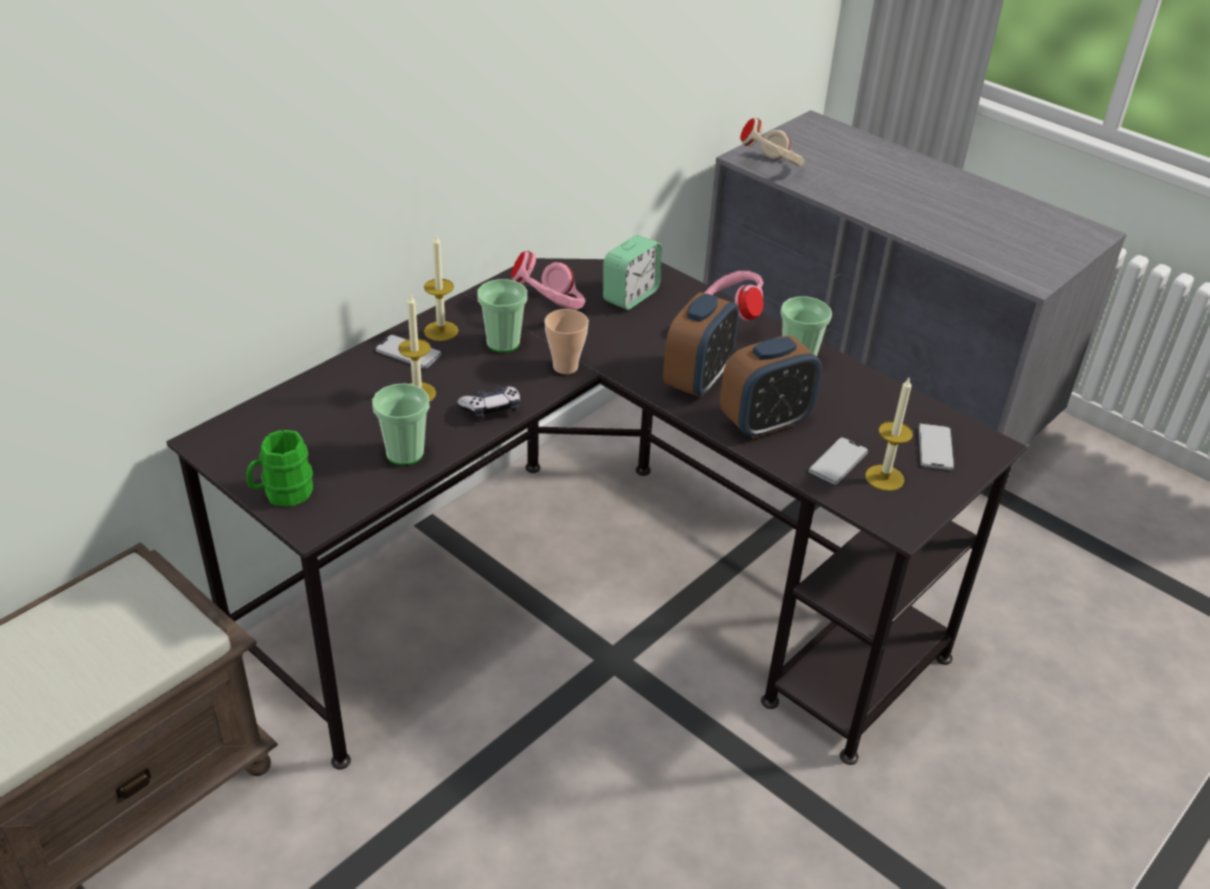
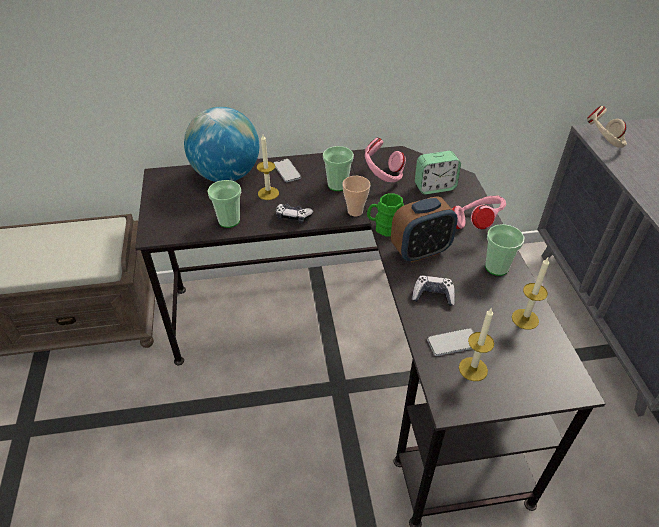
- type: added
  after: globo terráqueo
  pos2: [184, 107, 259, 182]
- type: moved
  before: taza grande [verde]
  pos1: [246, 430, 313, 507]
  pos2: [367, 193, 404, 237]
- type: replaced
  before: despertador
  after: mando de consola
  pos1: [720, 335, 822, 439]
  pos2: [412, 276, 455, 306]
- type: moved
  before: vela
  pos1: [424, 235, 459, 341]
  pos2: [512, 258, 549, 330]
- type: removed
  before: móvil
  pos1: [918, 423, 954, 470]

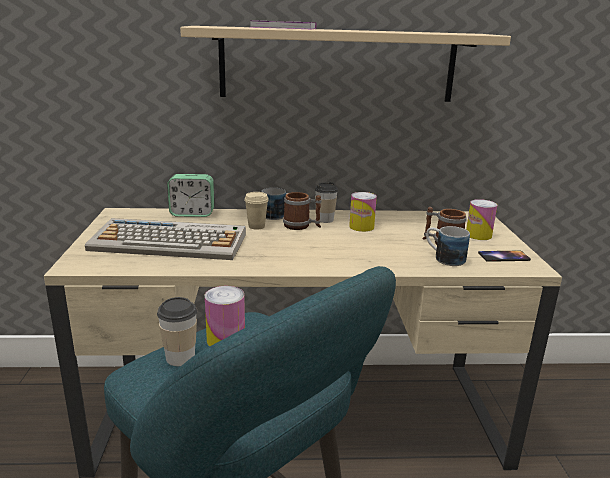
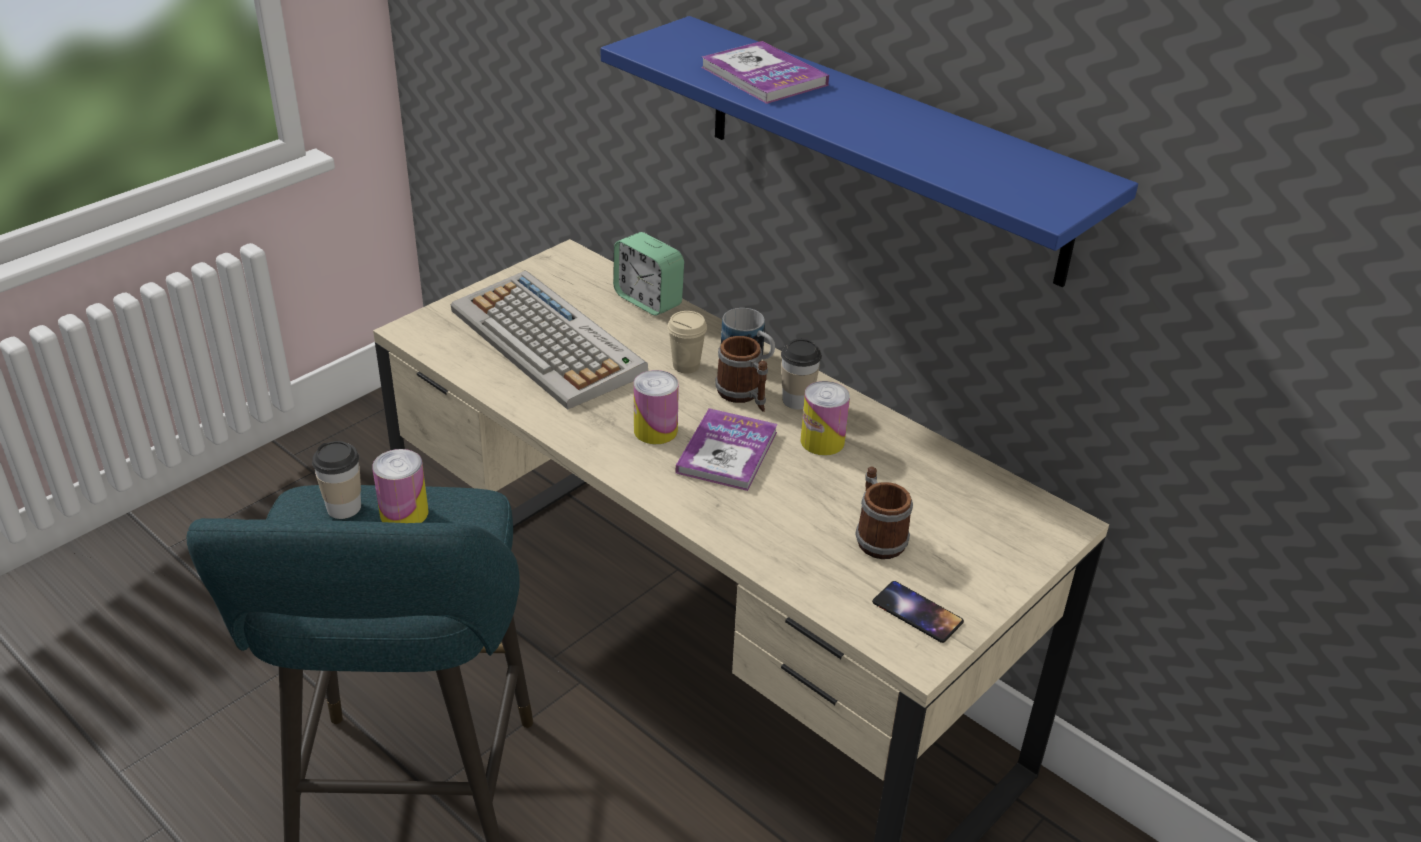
- type: recoloured
  before: estante [beis]
  after: estante [azul]
  pos1: [180, 26, 511, 102]
  pos2: [601, 16, 1138, 287]
- type: moved
  before: lata
  pos1: [466, 199, 497, 240]
  pos2: [634, 370, 679, 444]
- type: added
  after: libro
  pos2: [676, 408, 778, 491]
- type: removed
  before: taza grande
  pos1: [426, 226, 470, 266]

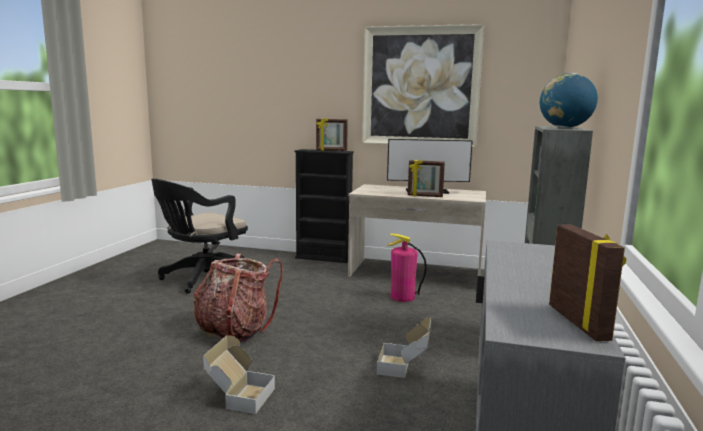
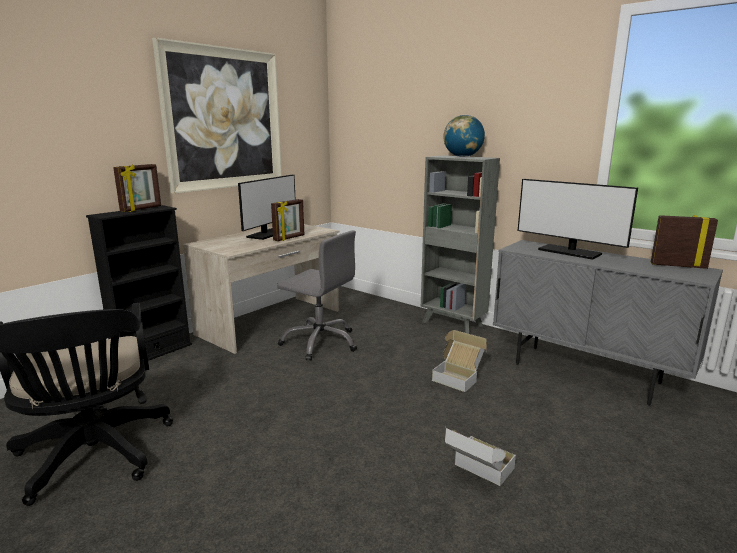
- type: replaced
  before: extintor
  after: silla de oficina [gris]
  pos1: [388, 233, 427, 302]
  pos2: [277, 230, 357, 361]
- type: added
  after: monitor
  pos2: [518, 179, 638, 260]
- type: removed
  before: mochila
  pos1: [193, 253, 283, 342]

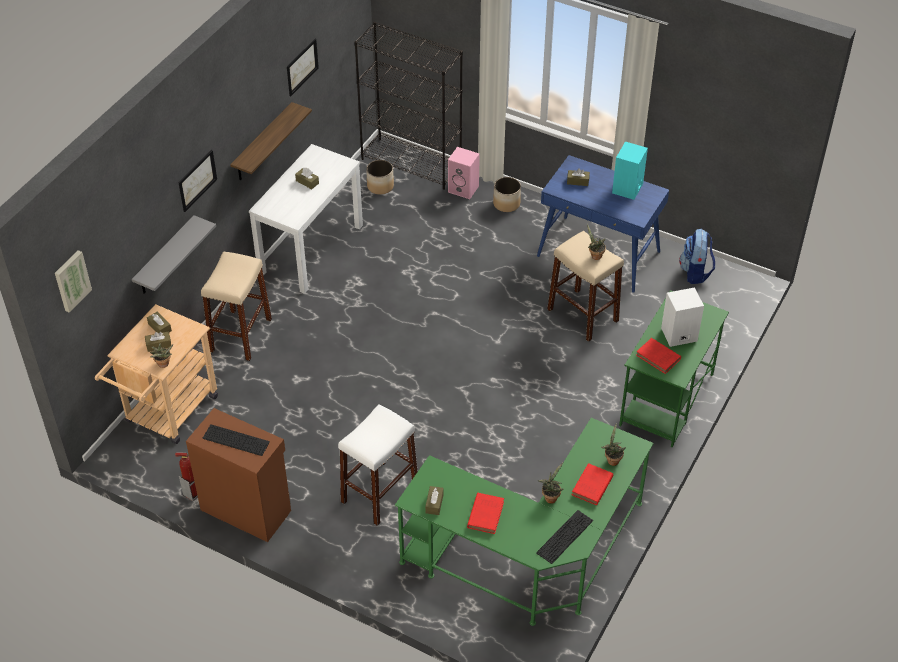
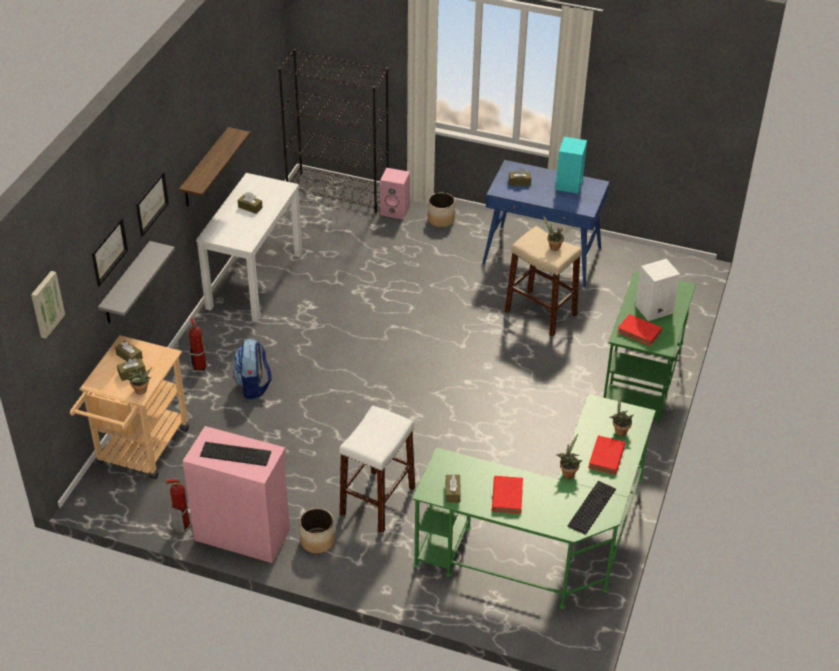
- type: moved
  before: cuadro
  pos1: [287, 39, 319, 96]
  pos2: [92, 217, 128, 286]
- type: recoloured
  before: armario [marrón]
  after: armario [rosa]
  pos1: [186, 408, 291, 542]
  pos2: [183, 426, 290, 563]
- type: replaced
  before: taburete [beis]
  after: extintor
  pos1: [201, 251, 272, 361]
  pos2: [189, 317, 208, 373]
- type: moved
  before: mochila
  pos1: [679, 229, 715, 284]
  pos2: [233, 338, 272, 399]
- type: moved
  before: maceta
  pos1: [366, 160, 394, 195]
  pos2: [299, 508, 335, 554]

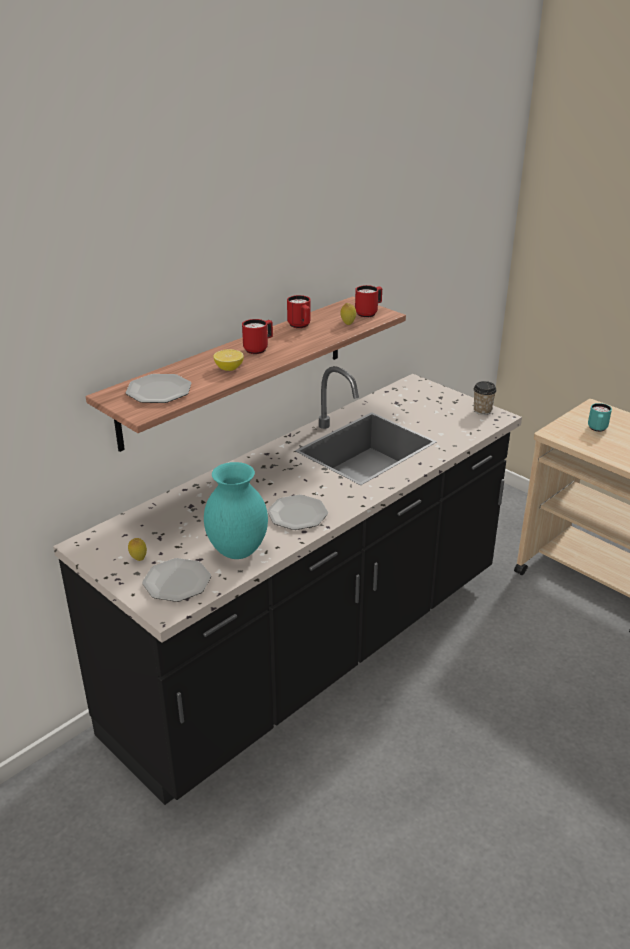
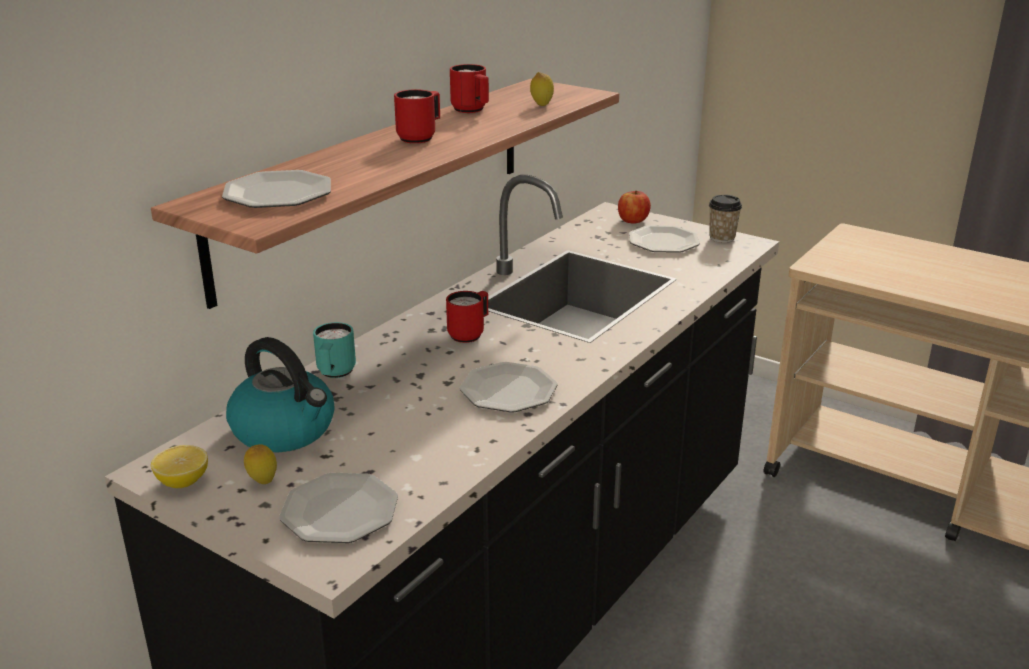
- type: moved
  before: limón
  pos1: [213, 349, 244, 371]
  pos2: [151, 445, 208, 488]
- type: added
  after: hervidor
  pos2: [226, 337, 334, 452]
- type: moved
  before: taza grande [turquesa]
  pos1: [588, 403, 612, 432]
  pos2: [313, 322, 356, 378]
- type: moved
  before: taza grande [rojo]
  pos1: [355, 285, 382, 318]
  pos2: [446, 291, 488, 343]
- type: added
  after: manzana
  pos2: [618, 190, 651, 224]
- type: added
  after: plato
  pos2: [629, 225, 700, 253]
- type: removed
  before: florero [turquesa]
  pos1: [204, 462, 268, 559]

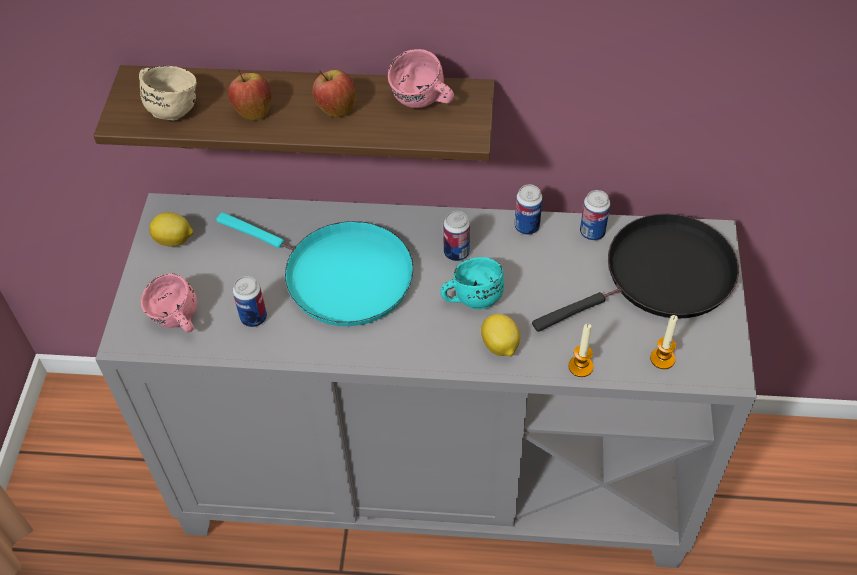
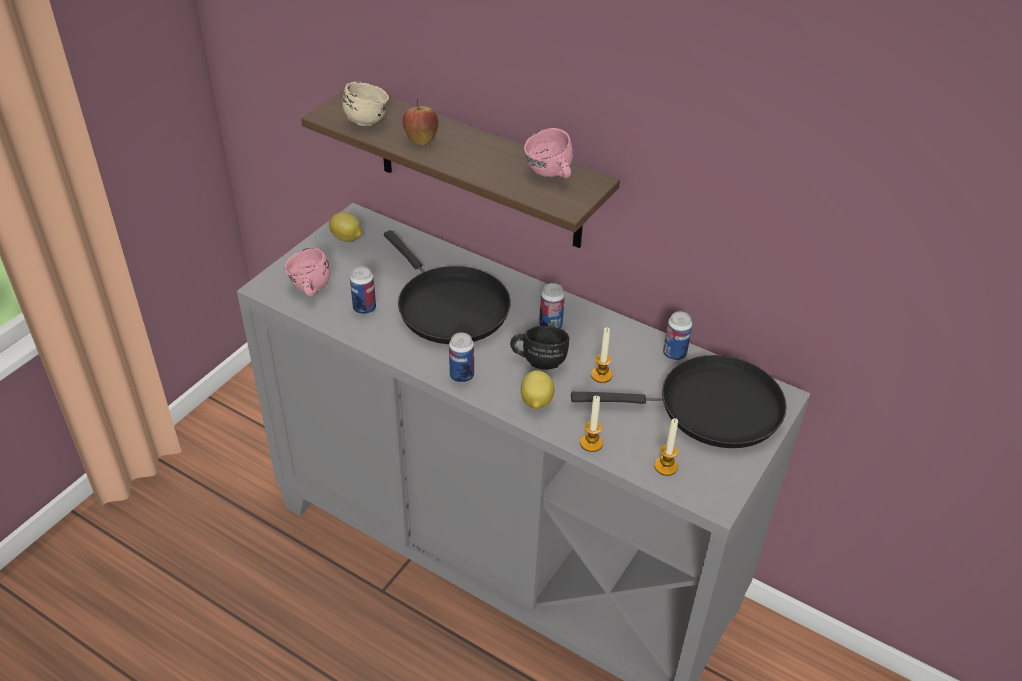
- type: recoloured
  before: sartén [turquesa]
  after: sartén [negro]
  pos1: [216, 212, 414, 326]
  pos2: [384, 230, 511, 344]
- type: moved
  before: lata
  pos1: [514, 184, 543, 235]
  pos2: [449, 333, 474, 383]
- type: recoloured
  before: taza grande [turquesa]
  after: taza grande [negro]
  pos1: [440, 257, 504, 309]
  pos2: [510, 326, 570, 370]
- type: added
  after: vela
  pos2: [591, 327, 613, 383]
- type: removed
  before: manzana
  pos1: [312, 69, 356, 117]

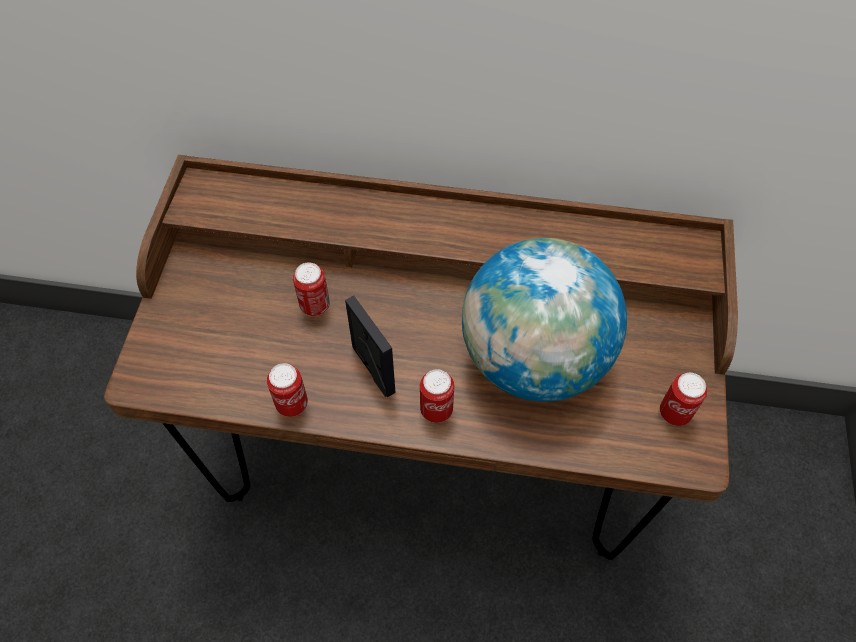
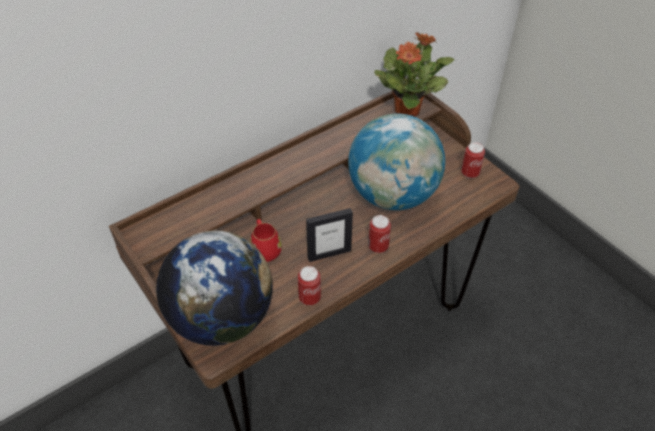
- type: added
  after: globo terráqueo
  pos2: [156, 231, 272, 346]
- type: replaced
  before: lata
  after: taza grande [rojo]
  pos1: [293, 262, 330, 316]
  pos2: [250, 219, 282, 262]
- type: turned
  before: portarretratos
  pos1: [345, 296, 396, 397]
  pos2: [306, 208, 353, 262]
  turn: 150
- type: added
  after: planta en maceta
  pos2: [374, 32, 454, 117]

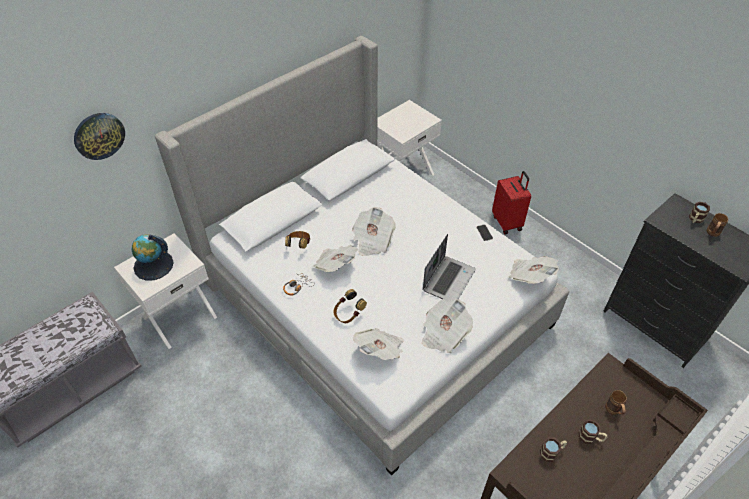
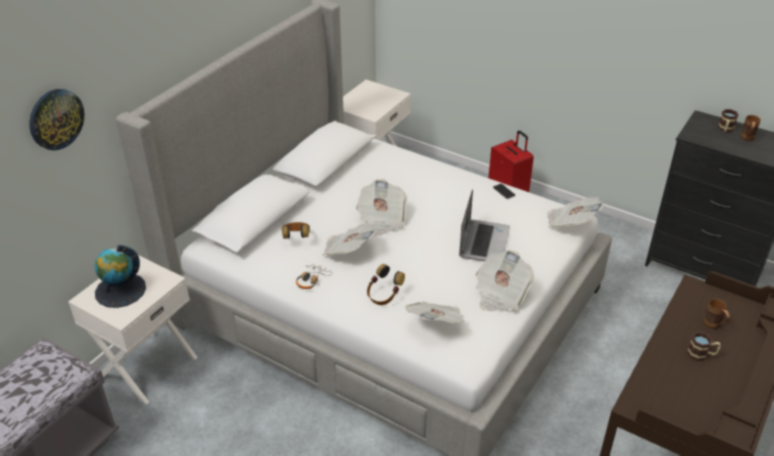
- type: removed
  before: taza grande
  pos1: [540, 437, 567, 462]

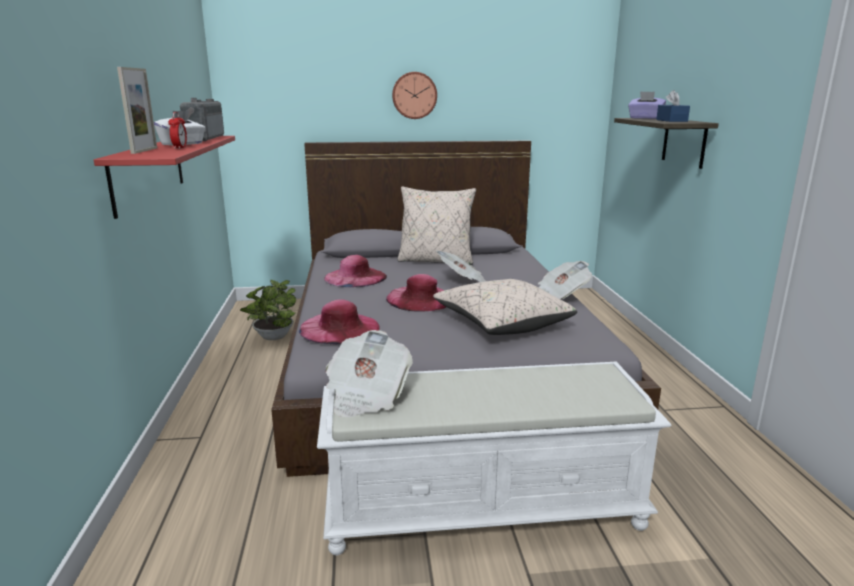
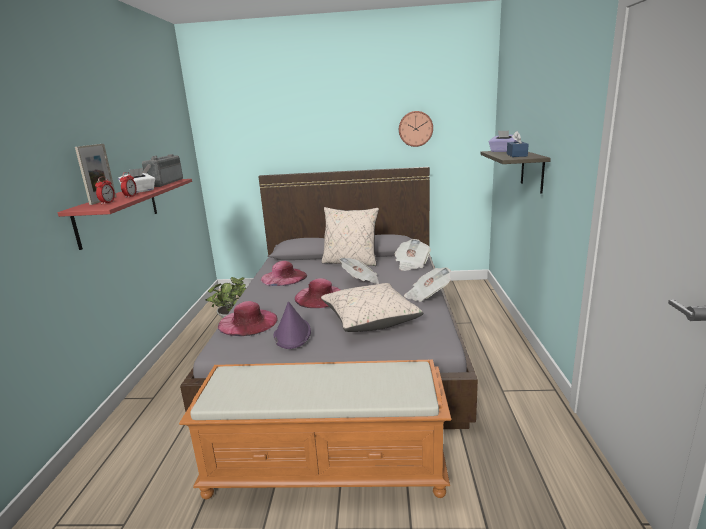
- type: added
  after: despertador
  pos2: [95, 177, 115, 204]
- type: recoloured
  before: banco [blanco]
  after: banco [naranja]
  pos1: [317, 362, 671, 555]
  pos2: [179, 359, 451, 499]
- type: added
  after: sombrero [morado]
  pos2: [274, 302, 311, 349]
- type: moved
  before: periódico
  pos1: [325, 330, 413, 417]
  pos2: [394, 239, 431, 271]
- type: moved
  before: reloj de pared
  pos1: [392, 72, 437, 119]
  pos2: [399, 111, 433, 147]

